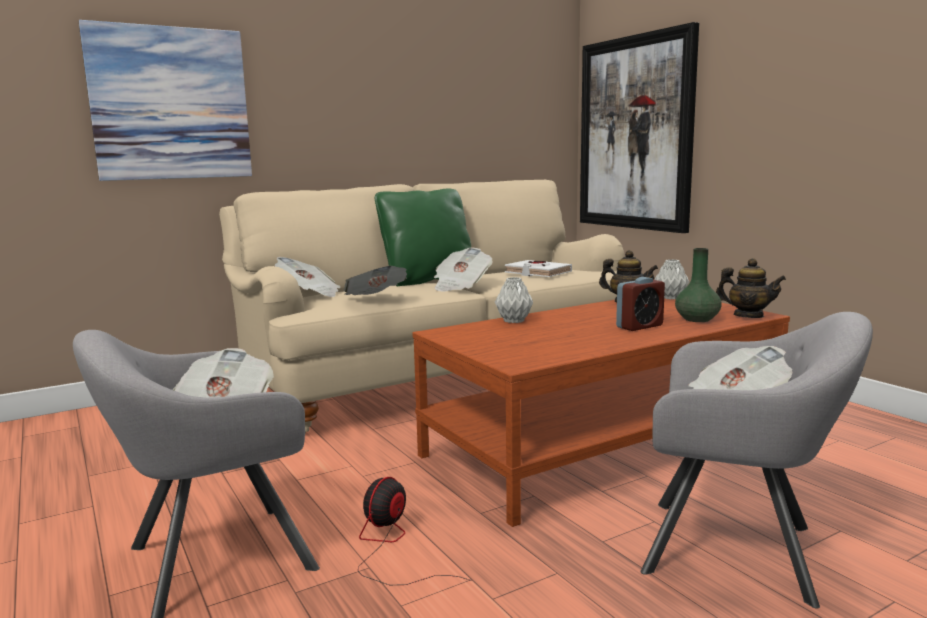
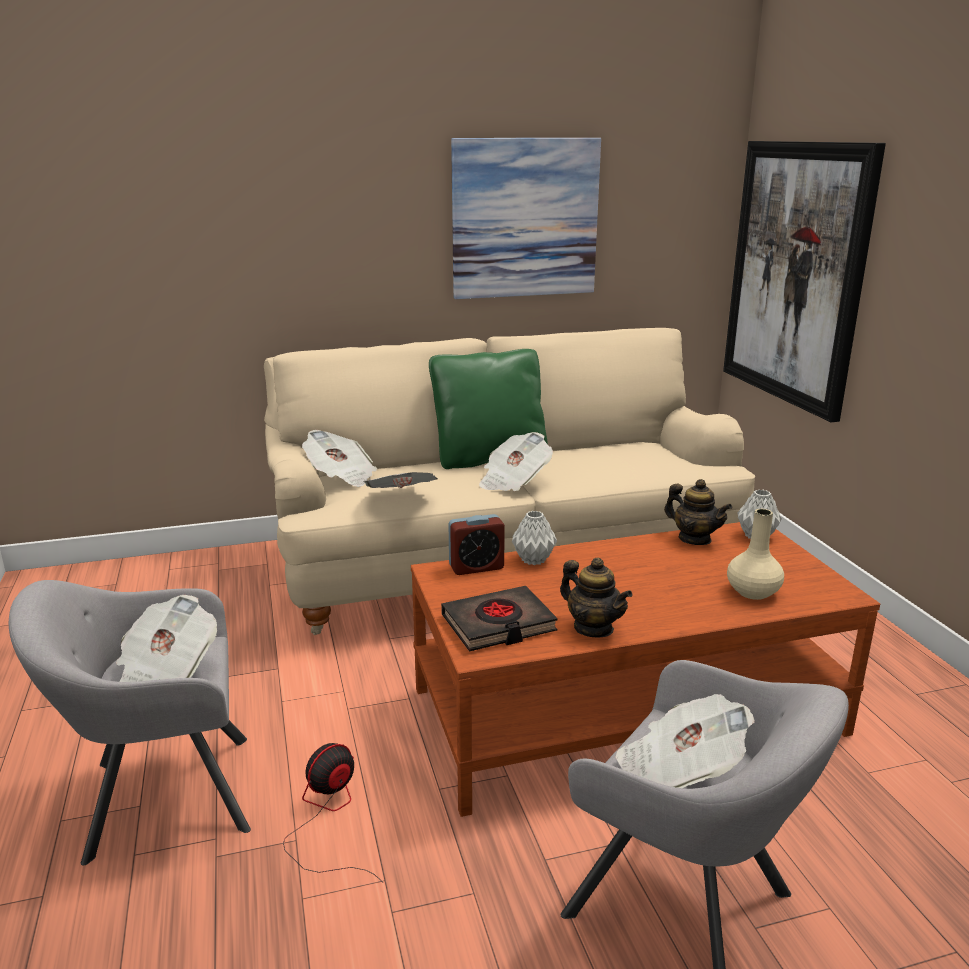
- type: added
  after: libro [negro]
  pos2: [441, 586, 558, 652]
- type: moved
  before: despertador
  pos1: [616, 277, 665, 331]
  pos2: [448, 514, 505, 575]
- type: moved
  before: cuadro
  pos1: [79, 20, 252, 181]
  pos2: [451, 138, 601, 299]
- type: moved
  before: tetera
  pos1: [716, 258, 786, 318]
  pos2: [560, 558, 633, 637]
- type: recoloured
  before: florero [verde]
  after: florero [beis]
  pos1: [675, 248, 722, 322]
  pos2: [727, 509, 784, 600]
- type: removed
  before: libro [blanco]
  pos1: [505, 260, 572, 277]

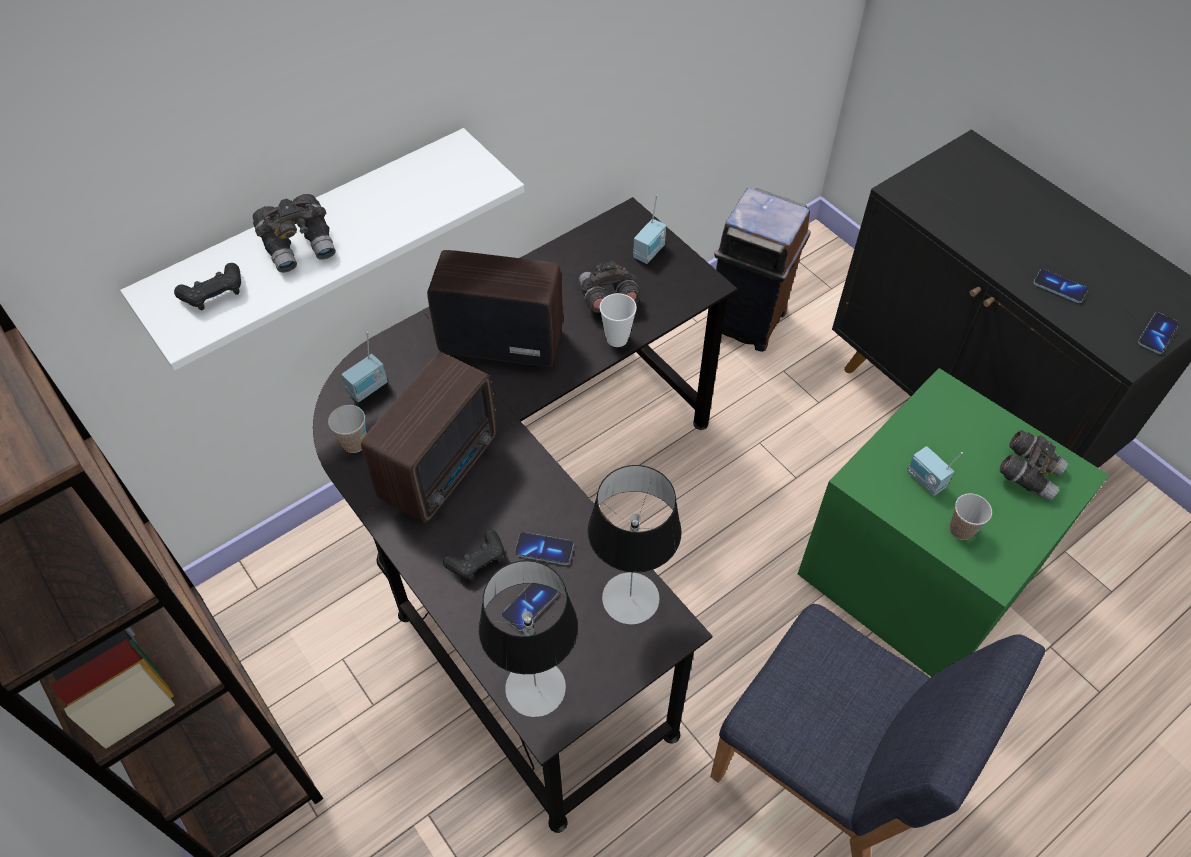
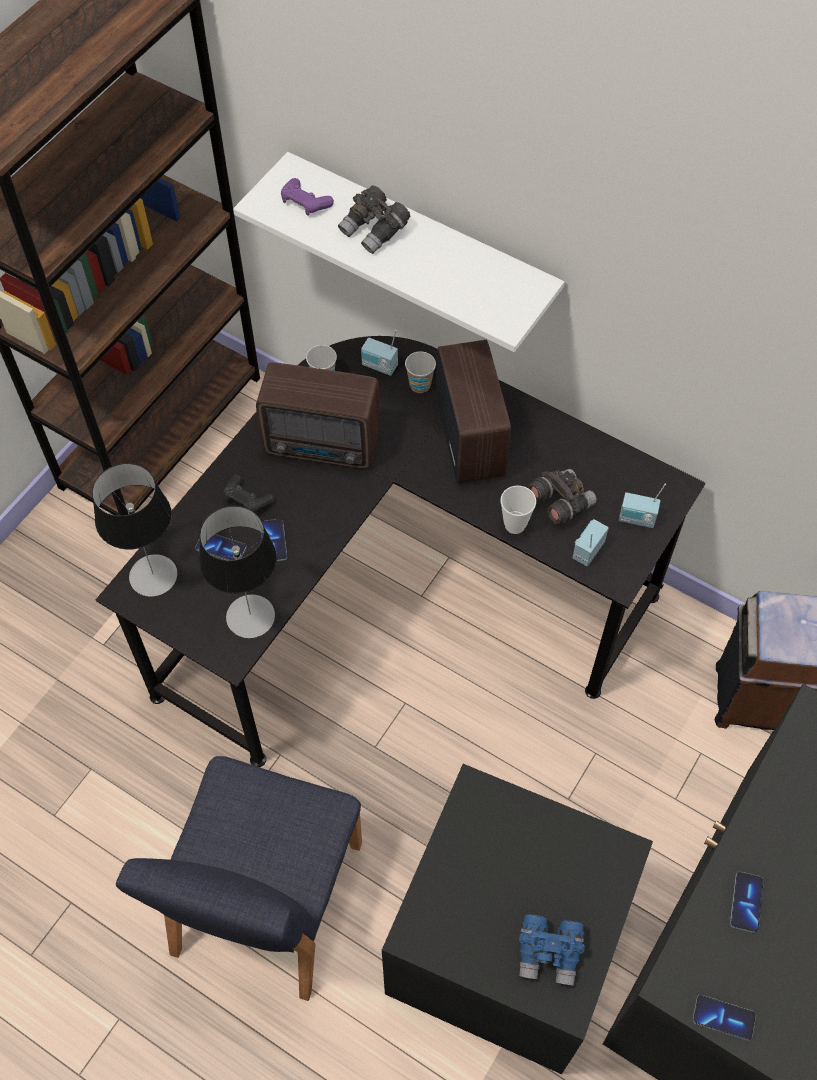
- type: recoloured
  before: mando de consola [negro]
  after: mando de consola [morado]
  pos1: [174, 263, 241, 310]
  pos2: [281, 178, 334, 216]
- type: recoloured
  before: caja de almacenaje [verde]
  after: caja de almacenaje [negro]
  pos1: [798, 368, 1109, 677]
  pos2: [382, 764, 653, 1074]
- type: moved
  before: taza
  pos1: [950, 493, 992, 540]
  pos2: [405, 351, 436, 393]
- type: recoloured
  before: prismáticos [gris]
  after: prismáticos [azul]
  pos1: [1000, 430, 1068, 501]
  pos2: [519, 914, 585, 985]
- type: moved
  before: radio
  pos1: [907, 446, 963, 496]
  pos2: [572, 519, 609, 566]

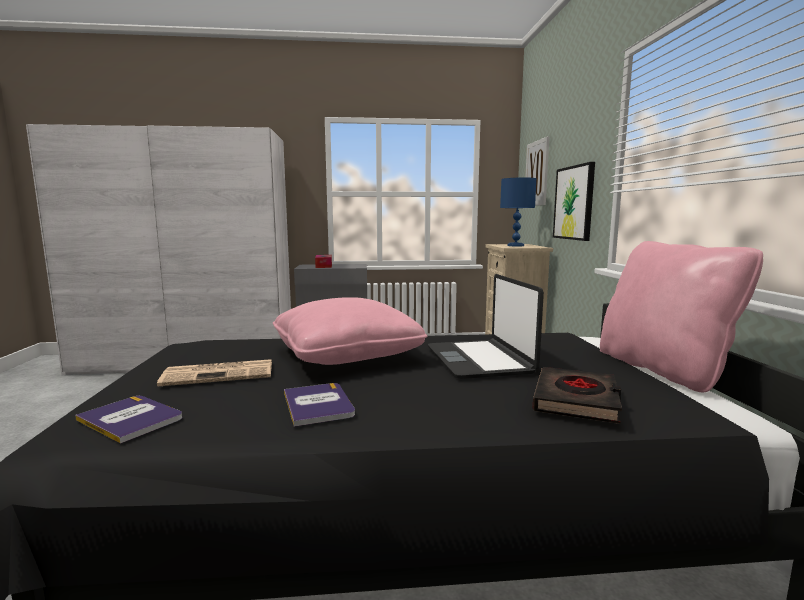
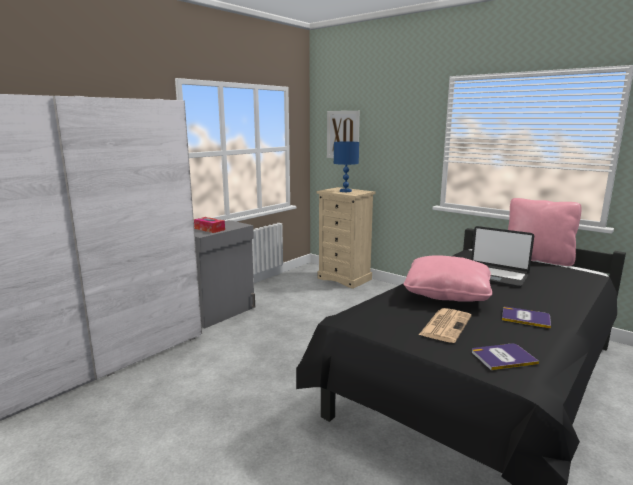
- type: removed
  before: libro [negro]
  pos1: [533, 367, 622, 424]
- type: removed
  before: cuadro
  pos1: [553, 162, 595, 241]

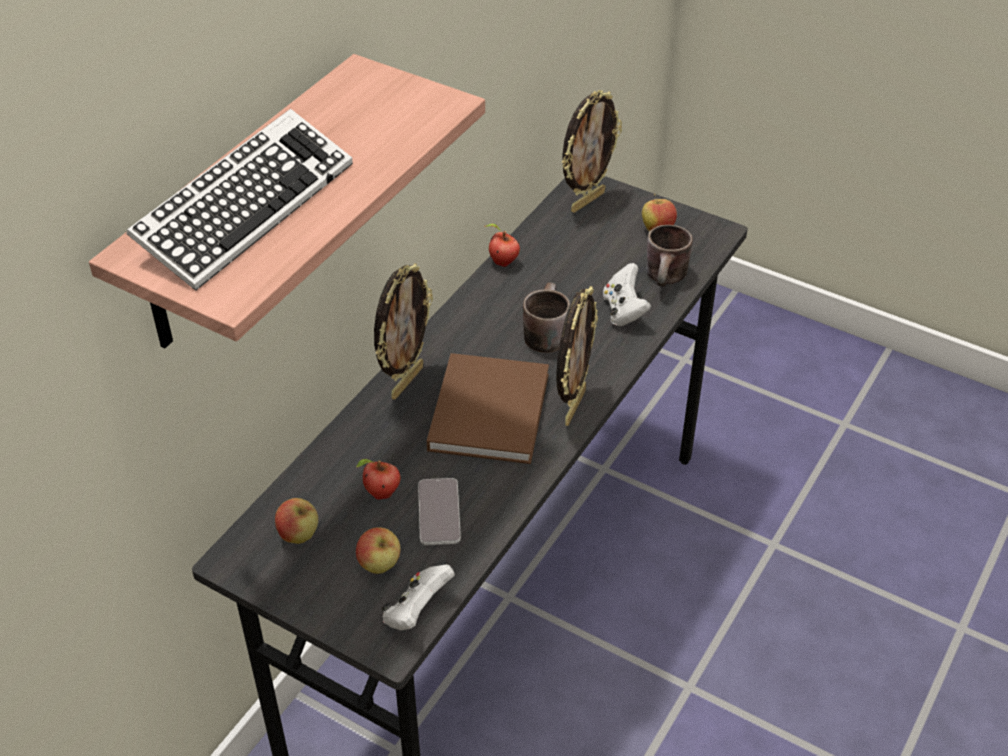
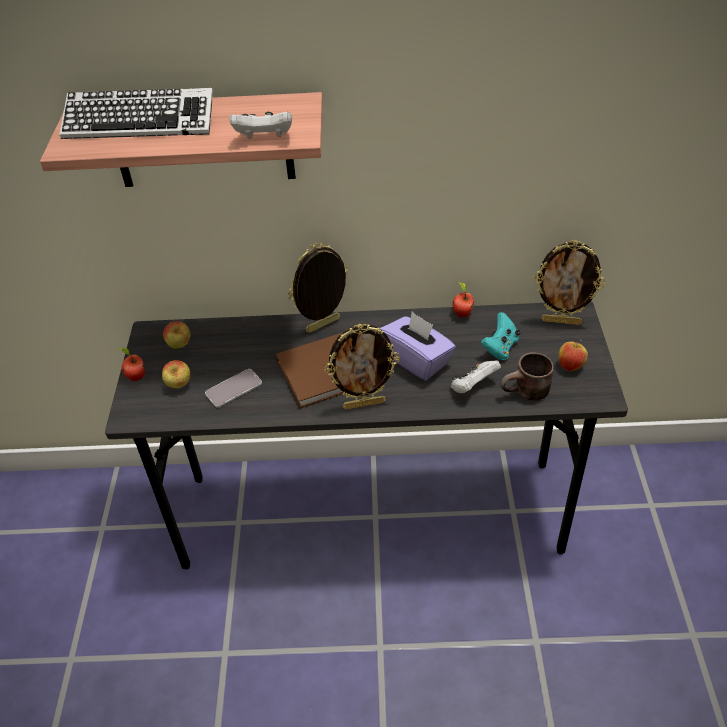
- type: moved
  before: manzana
  pos1: [357, 458, 400, 500]
  pos2: [118, 348, 145, 381]
- type: moved
  before: mando de consola [blanco]
  pos1: [381, 565, 455, 631]
  pos2: [229, 112, 292, 138]
- type: turned
  before: portarretratos
  pos1: [374, 263, 433, 400]
  pos2: [288, 243, 348, 333]
  turn: 150
- type: replaced
  before: taza grande [marrón]
  after: caja de pañuelos [morado]
  pos1: [523, 282, 570, 353]
  pos2: [380, 311, 456, 381]
- type: added
  after: mando de consola [turquesa]
  pos2: [481, 312, 521, 360]

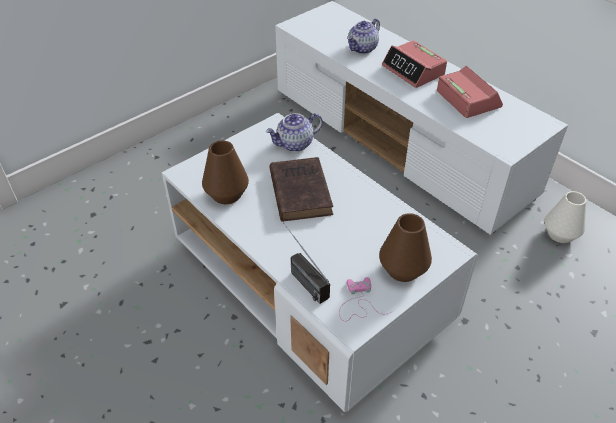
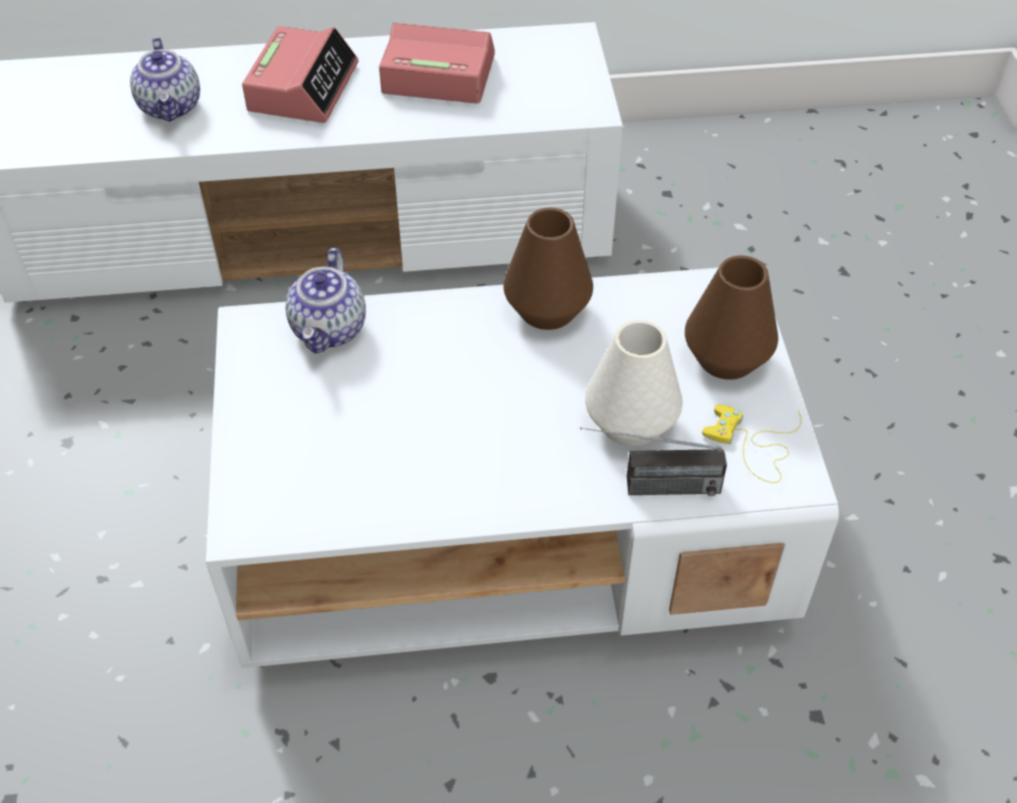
- type: turned
  before: despertador
  pos1: [382, 40, 447, 88]
  pos2: [242, 26, 359, 123]
  turn: -75
- type: moved
  before: florero [marrón]
  pos1: [202, 140, 249, 204]
  pos2: [503, 208, 593, 330]
- type: moved
  before: florero [blanco]
  pos1: [545, 191, 586, 243]
  pos2: [585, 320, 682, 446]
- type: recoloured
  before: mando de consola [rosa]
  after: mando de consola [amarillo]
  pos1: [339, 277, 395, 321]
  pos2: [702, 405, 802, 483]
- type: removed
  before: libro [marrón]
  pos1: [270, 157, 333, 222]

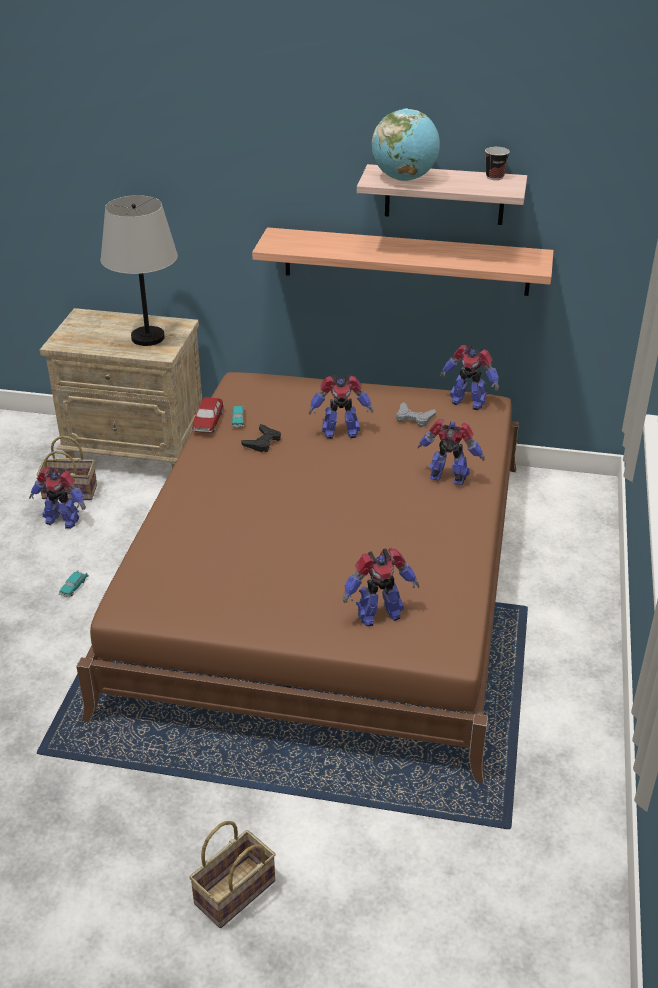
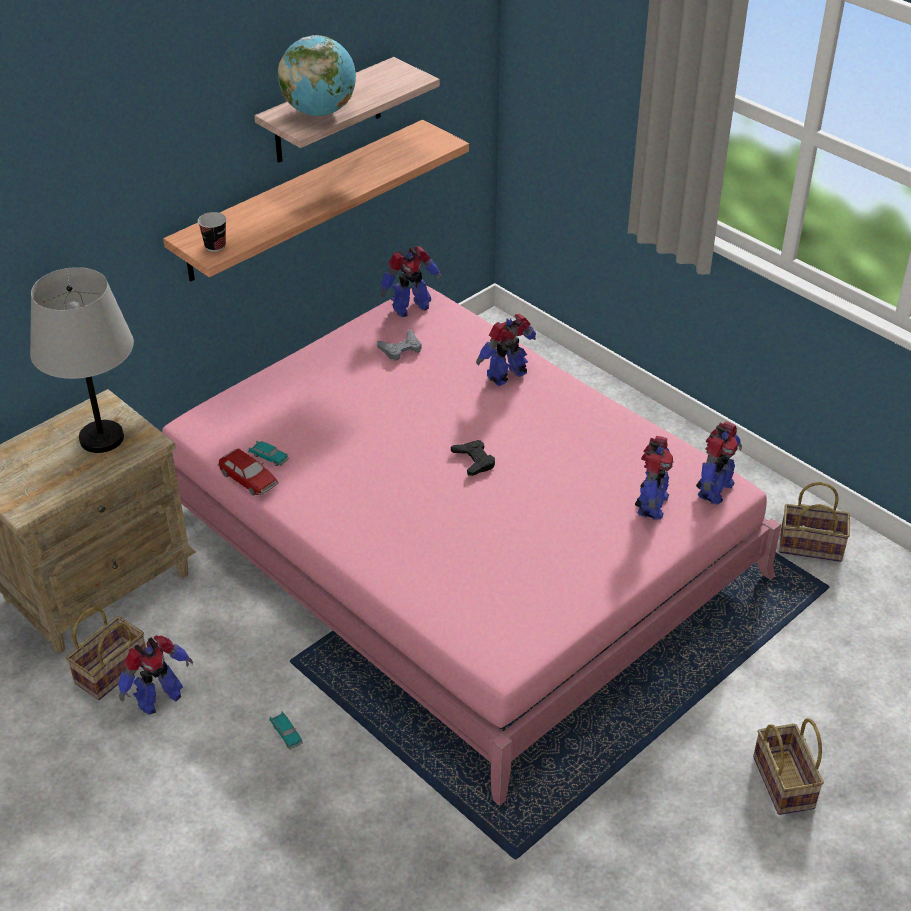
- type: recoloured
  before: cama [marrón]
  after: cama [rosa]
  pos1: [76, 372, 519, 783]
  pos2: [162, 286, 781, 806]
- type: moved
  before: taza
  pos1: [485, 147, 510, 180]
  pos2: [198, 212, 226, 252]
- type: moved
  before: mando de consola [negro]
  pos1: [241, 424, 281, 452]
  pos2: [451, 440, 495, 476]
- type: moved
  before: robot de juguete
  pos1: [309, 376, 373, 439]
  pos2: [696, 421, 742, 505]
- type: added
  after: cesta
  pos2: [779, 482, 850, 562]

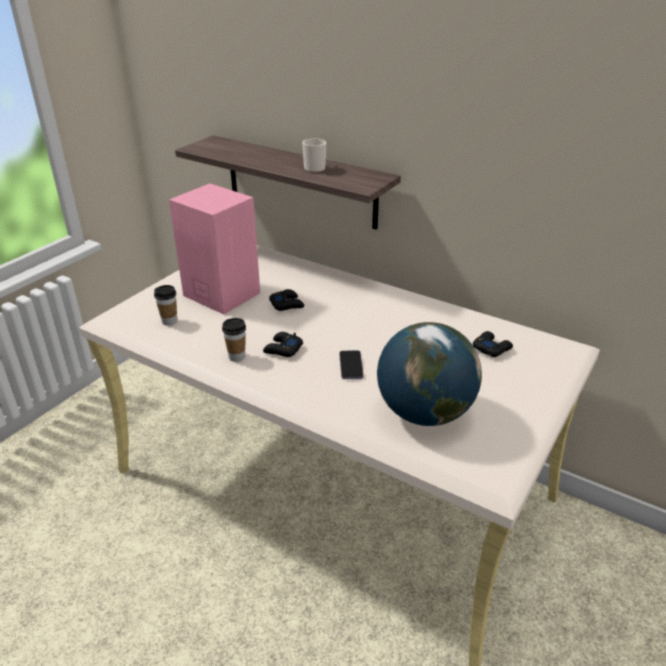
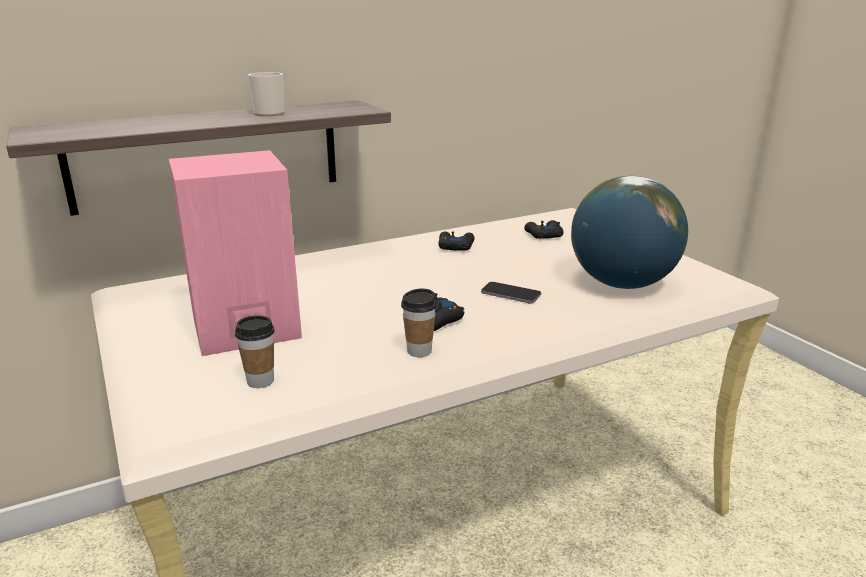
- type: moved
  before: mando de consola [negro]
  pos1: [269, 289, 304, 311]
  pos2: [439, 231, 475, 251]

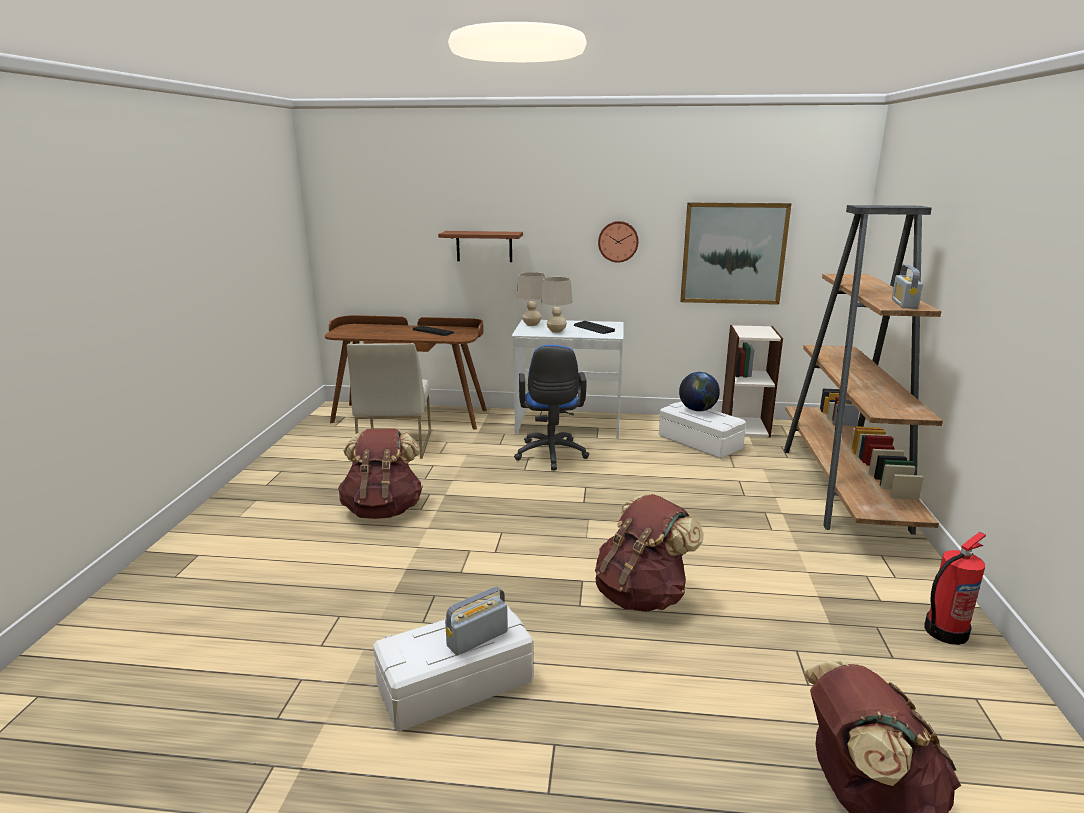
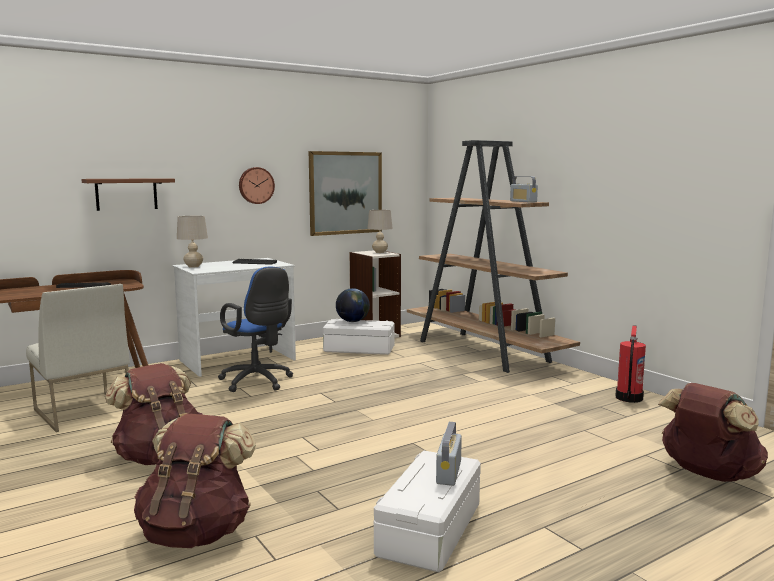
- type: moved
  before: mochila [marrón]
  pos1: [595, 494, 704, 612]
  pos2: [134, 414, 256, 548]
- type: moved
  before: lámpara de mesa [beis]
  pos1: [541, 277, 572, 333]
  pos2: [367, 210, 393, 253]

